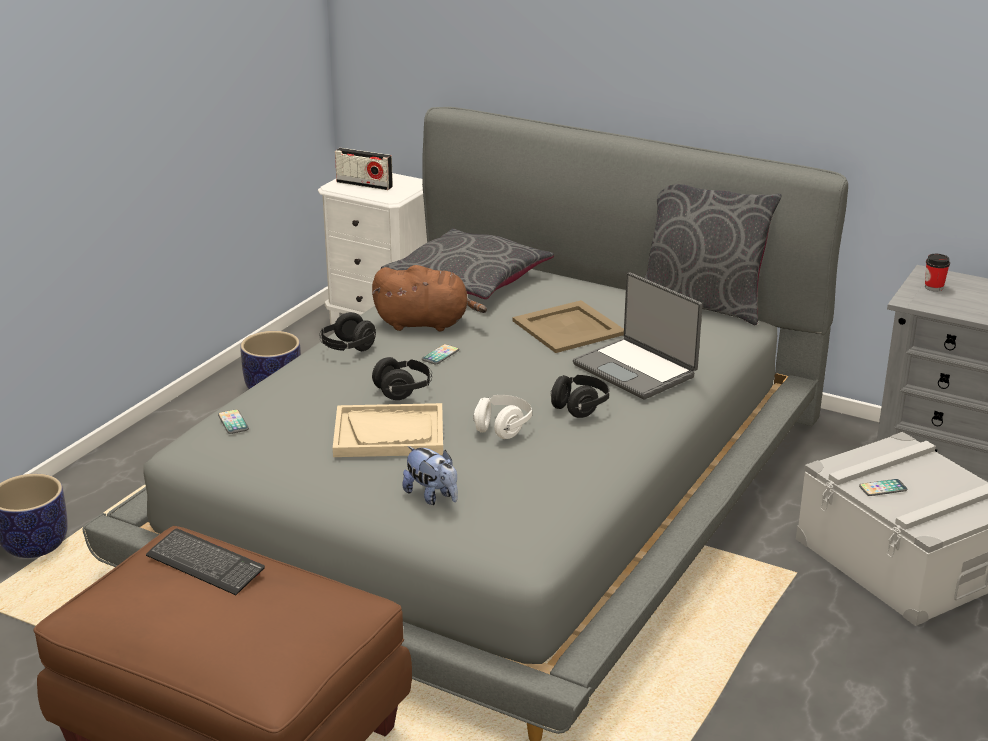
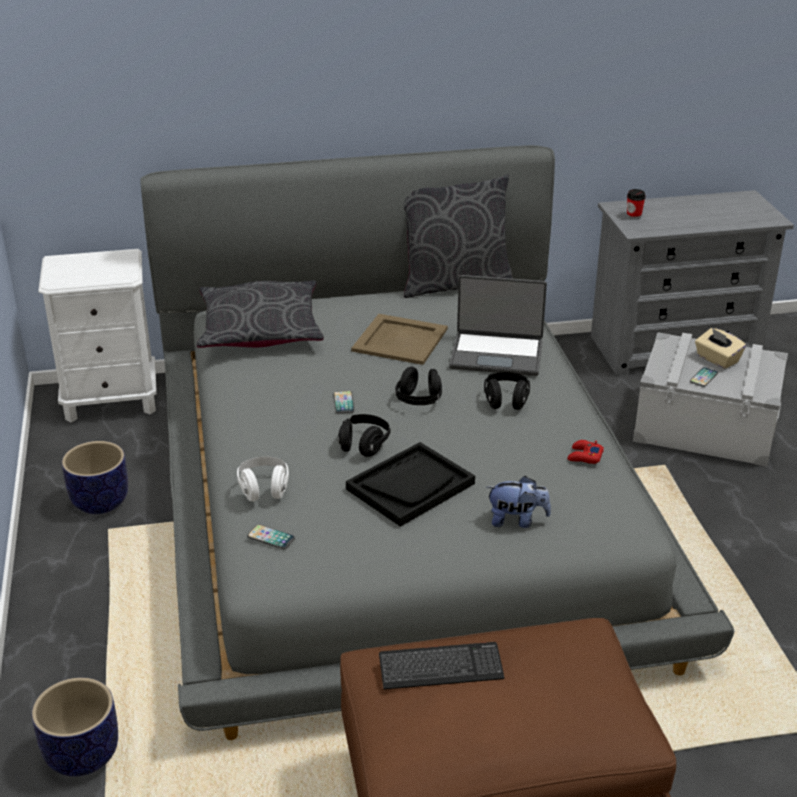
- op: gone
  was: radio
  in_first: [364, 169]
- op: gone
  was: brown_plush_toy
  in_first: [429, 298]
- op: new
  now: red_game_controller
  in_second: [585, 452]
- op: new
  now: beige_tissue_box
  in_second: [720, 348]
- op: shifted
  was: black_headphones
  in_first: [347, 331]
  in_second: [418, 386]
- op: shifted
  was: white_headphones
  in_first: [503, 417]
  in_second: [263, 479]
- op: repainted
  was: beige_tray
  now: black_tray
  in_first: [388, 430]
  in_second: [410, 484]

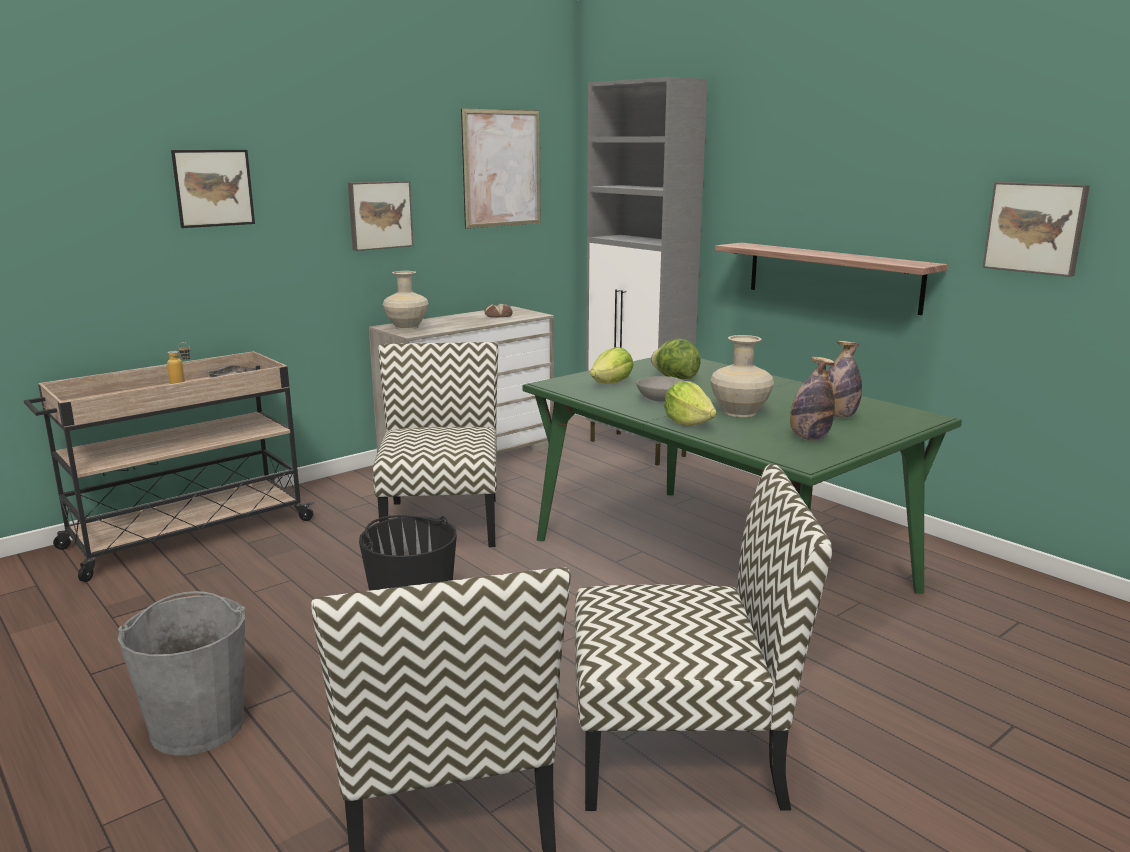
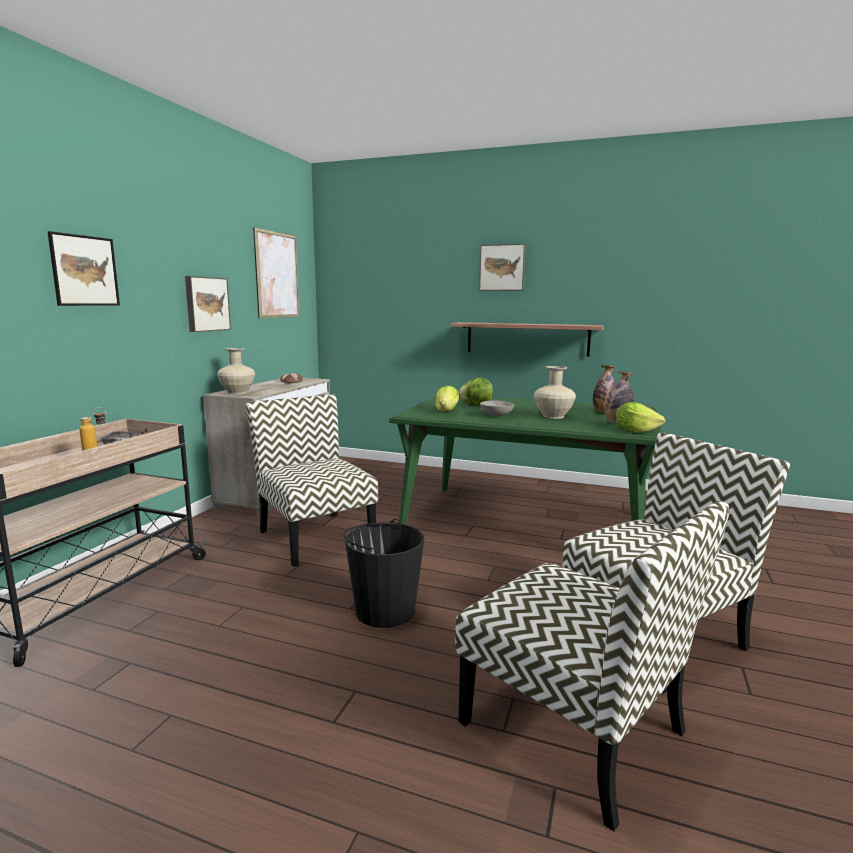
- op: gone
  was: grey_bucket
  in_first: [181, 673]
- op: gone
  was: grey_cabinet
  in_first: [647, 271]
- op: shifted
  was: lettuce
  in_first: [690, 403]
  in_second: [640, 417]
- op: shifted
  was: picture
  in_first: [1036, 229]
  in_second: [502, 267]

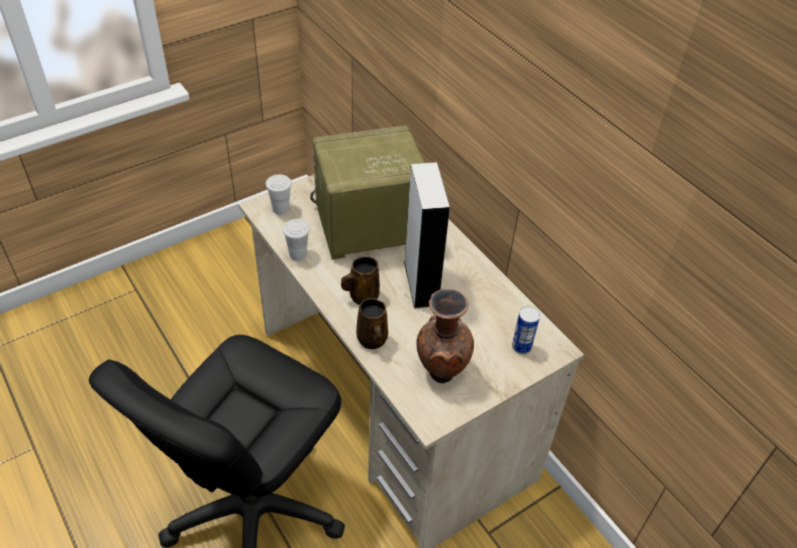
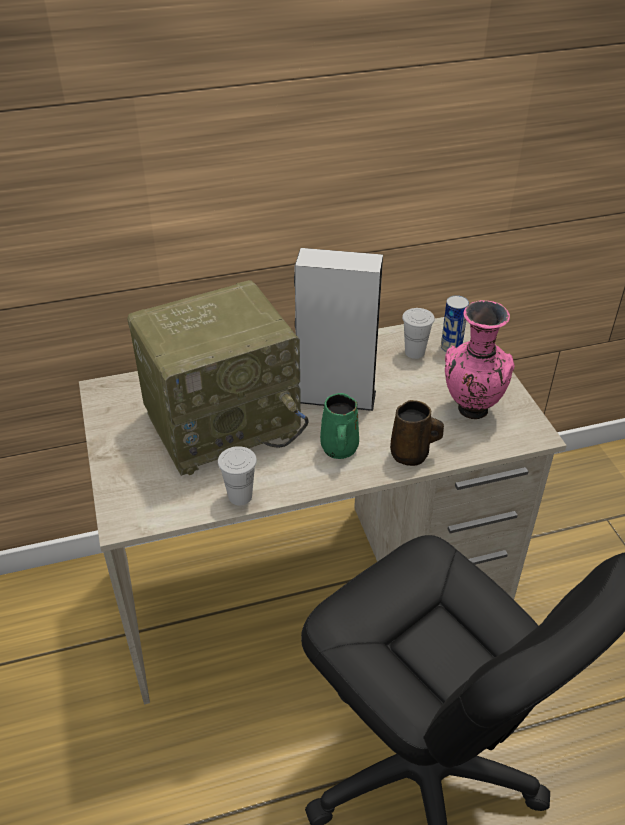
- op: shifted
  was: white_cup
  in_first: [279, 194]
  in_second: [418, 333]
- op: repainted
  was: brown_mug
  now: green_mug
  in_first: [360, 280]
  in_second: [339, 426]
- op: repainted
  was: brown_vase
  now: pink_vase
  in_first: [445, 336]
  in_second: [480, 359]
- op: rotated
  was: radio
  in_first: [367, 192]
  in_second: [218, 378]
  clockwise: -120

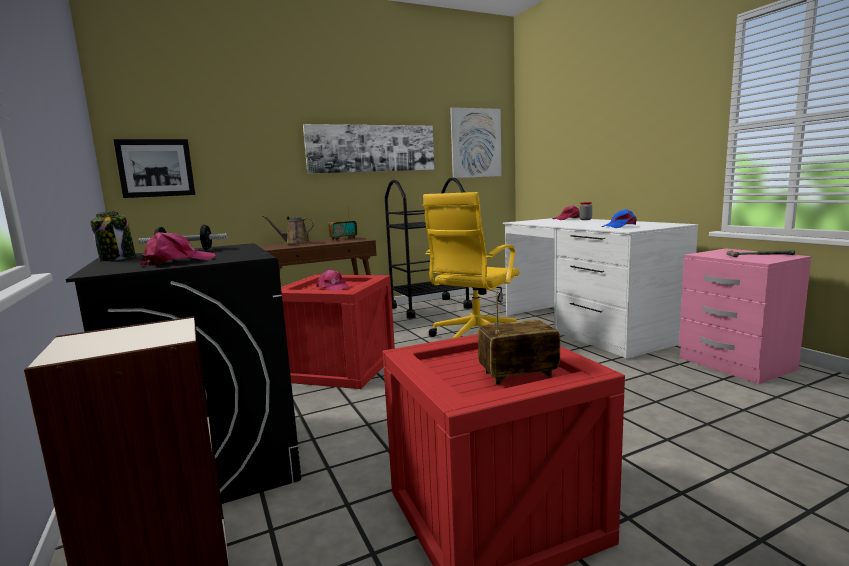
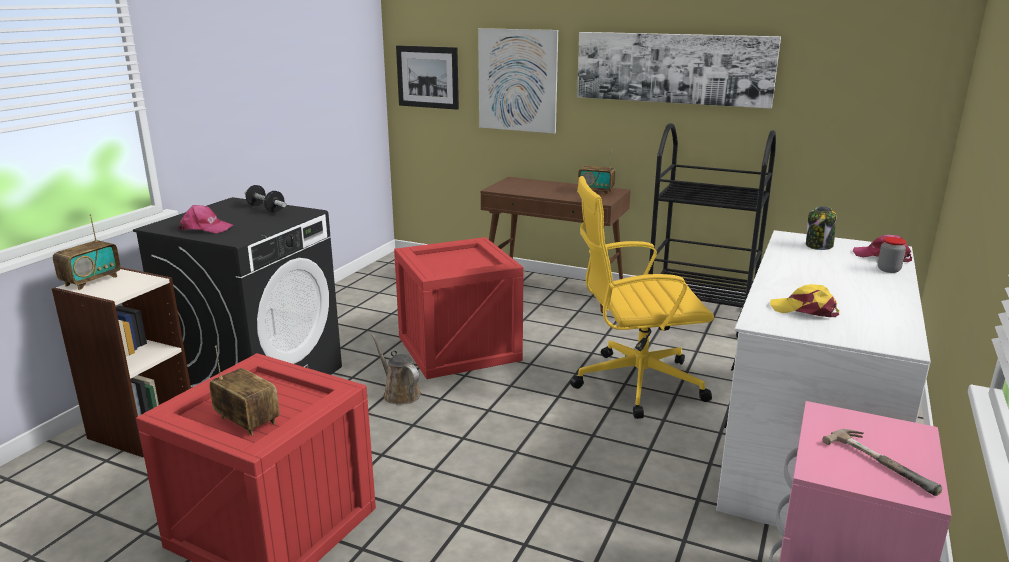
- op: gone
  was: pink_cap
  in_first: [333, 280]
- op: new
  now: radio
  in_second: [87, 252]
- op: shifted
  was: jar
  in_first: [113, 236]
  in_second: [821, 228]
- op: shifted
  was: brown_watering_can
  in_first: [288, 230]
  in_second: [396, 369]
- op: shifted
  was: picture
  in_first: [476, 142]
  in_second: [518, 80]
- op: repainted
  was: blue_cap
  now: yellow_cap
  in_first: [619, 218]
  in_second: [804, 300]

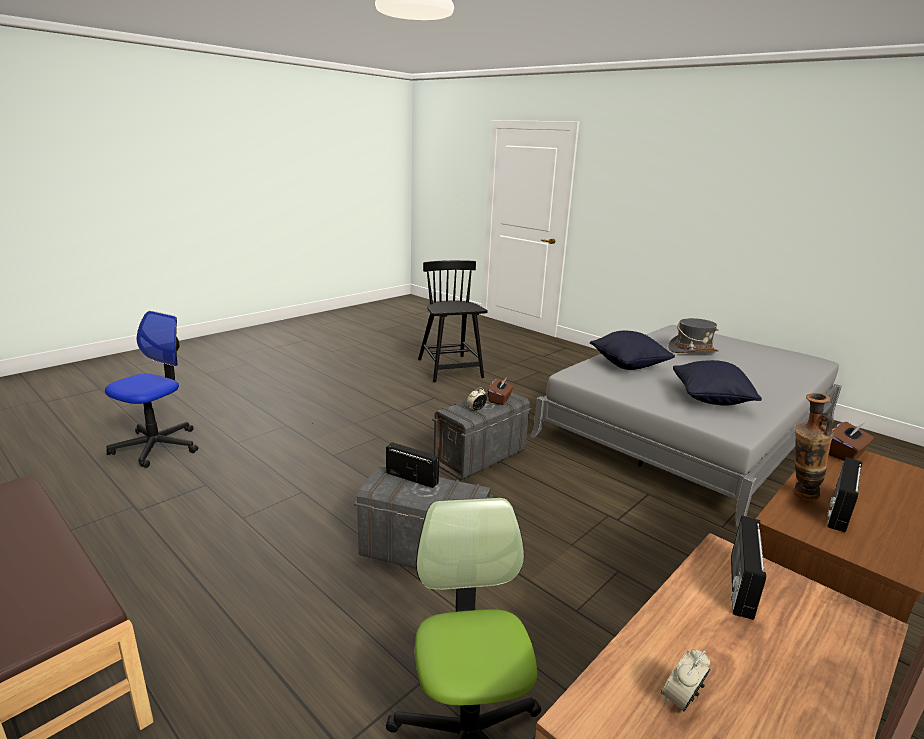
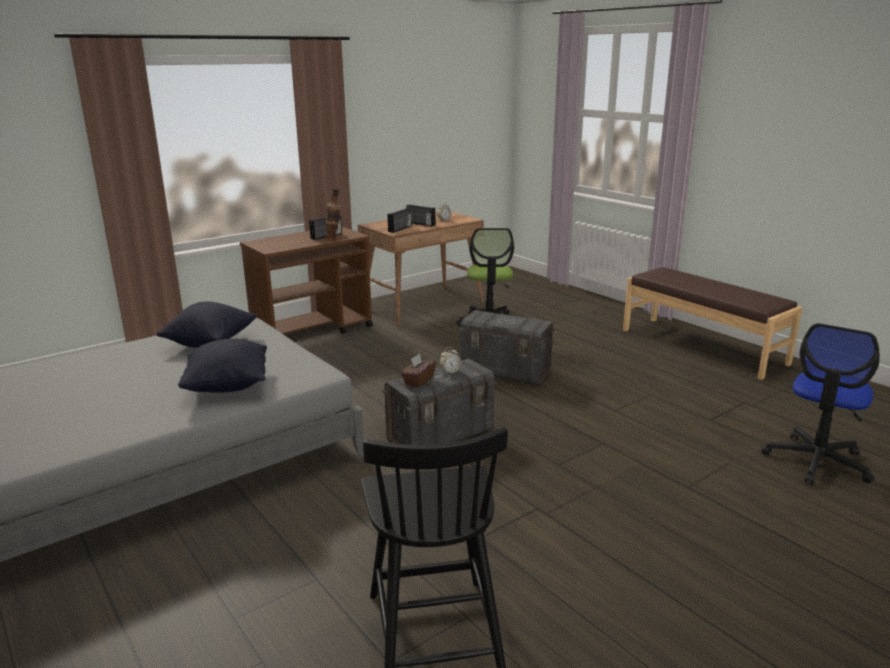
- op: gone
  was: grey_hat
  in_first: [693, 335]
- op: gone
  was: brown_tissue_box
  in_first: [851, 441]
- op: shifted
  was: radio
  in_first: [412, 465]
  in_second: [420, 215]

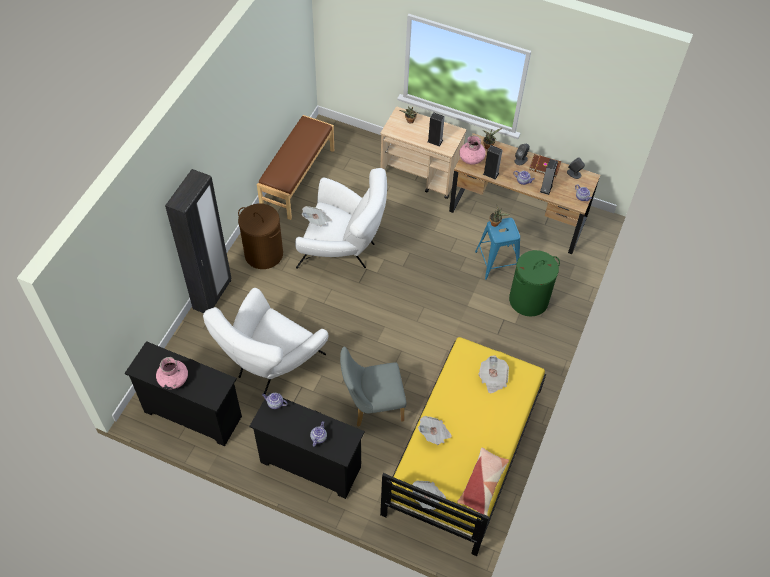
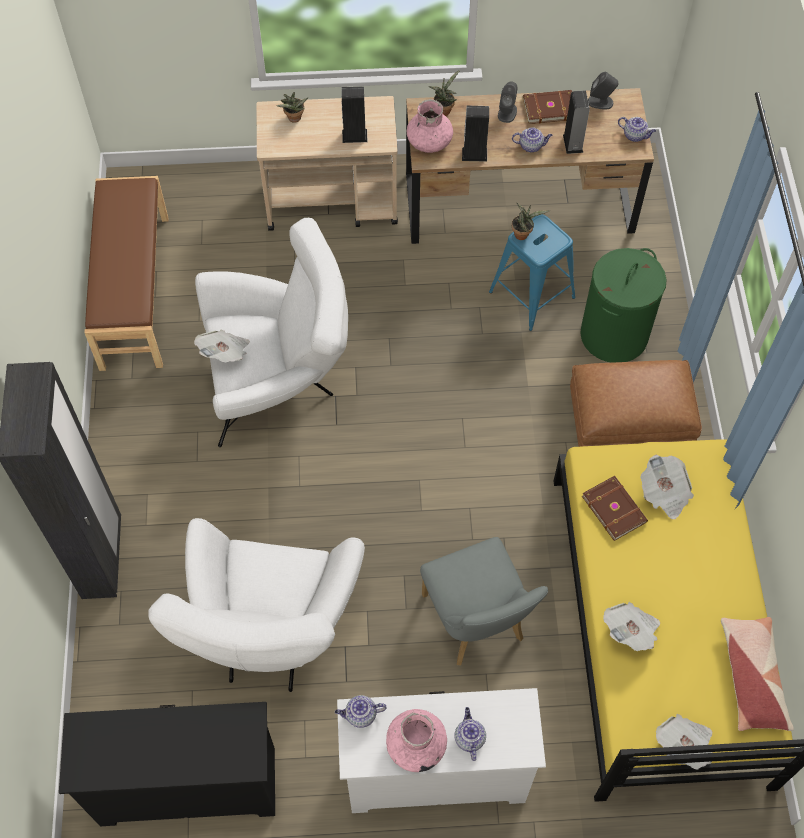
- op: gone
  was: brown_laundry_basket
  in_first: [260, 236]
- op: new
  now: brown_ottoman
  in_second: [636, 403]
- op: new
  now: brown_book
  in_second: [615, 508]
- op: shifted
  was: pink_vase
  in_first: [172, 373]
  in_second: [416, 740]
- op: repainted
  was: black_dresser
  now: white_dresser
  in_first: [307, 445]
  in_second: [441, 750]
- op: rotated
  was: grey_chair
  in_first: [373, 387]
  in_second: [484, 601]
  clockwise: -75

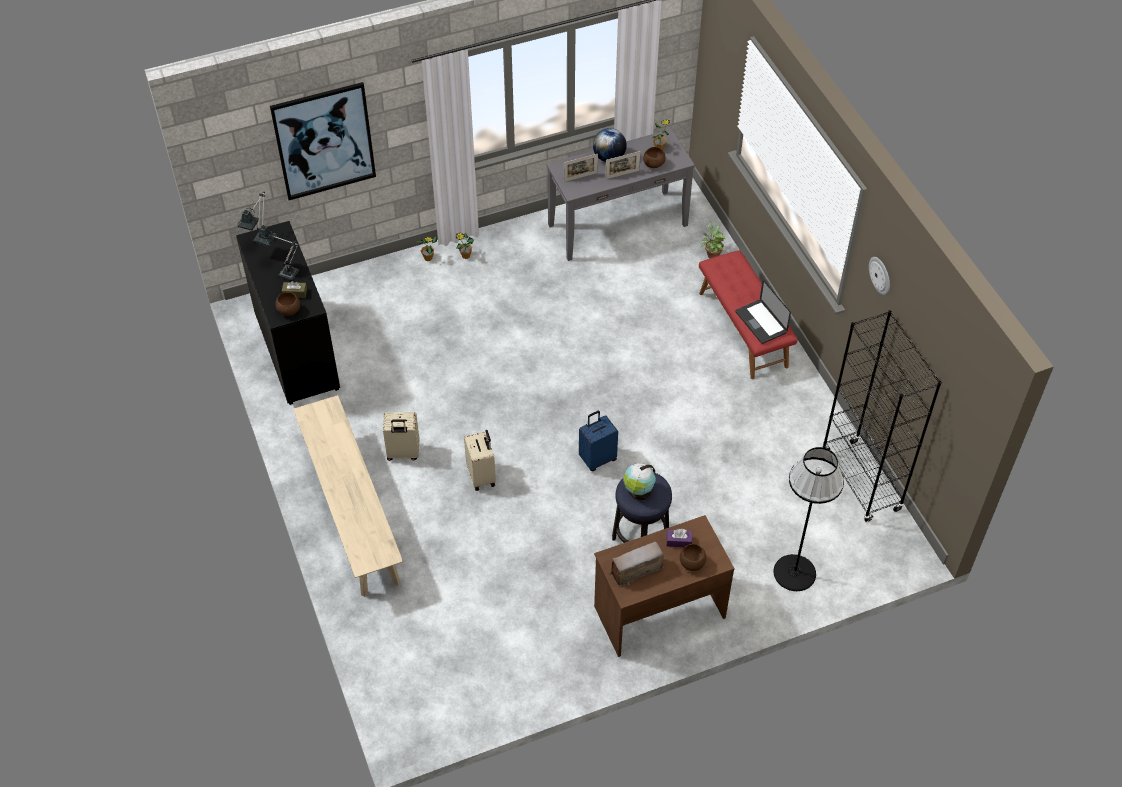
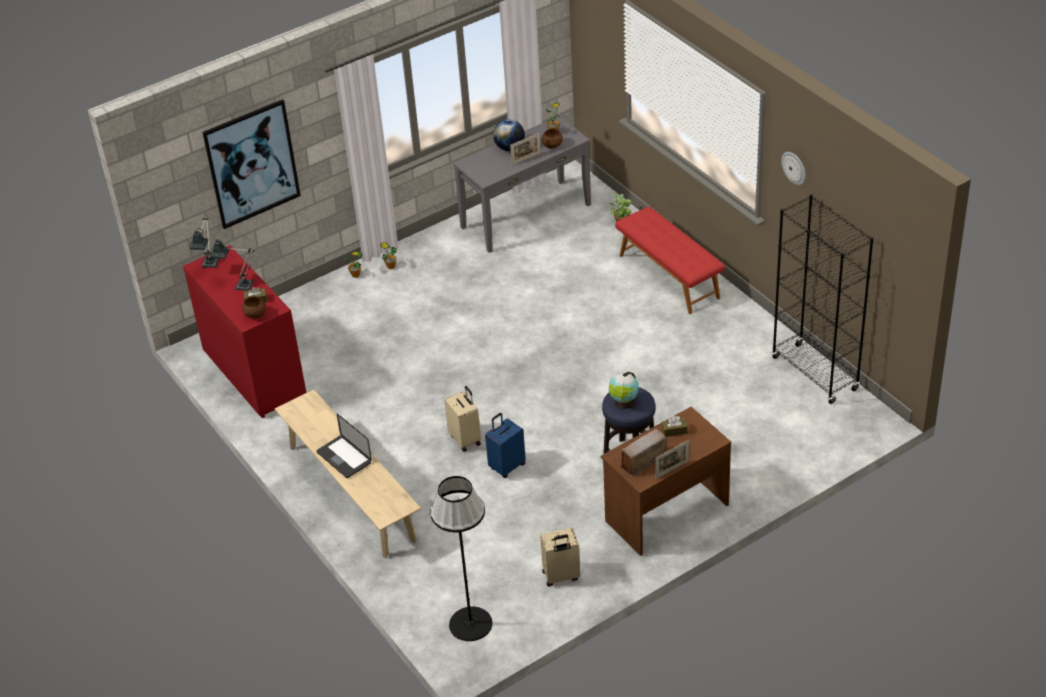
- op: gone
  was: brown_bowl
  in_first: [693, 557]
- op: shifted
  was: beige_suitcase
  in_first: [401, 436]
  in_second: [560, 557]
- op: shifted
  was: picture_frame
  in_first: [581, 168]
  in_second: [672, 459]
- op: shifted
  was: blue_suitcase
  in_first: [598, 440]
  in_second: [505, 445]
- op: shifted
  was: laptop
  in_first: [763, 312]
  in_second: [344, 446]
- op: shifted
  was: black_floor_lamp
  in_first: [809, 519]
  in_second: [461, 558]
- op: repainted
  was: black_dresser
  now: red_dresser
  in_first: [288, 313]
  in_second: [244, 331]
- op: repainted
  was: purple_tissue_box
  now: brown_tissue_box
  in_first: [679, 538]
  in_second: [674, 426]

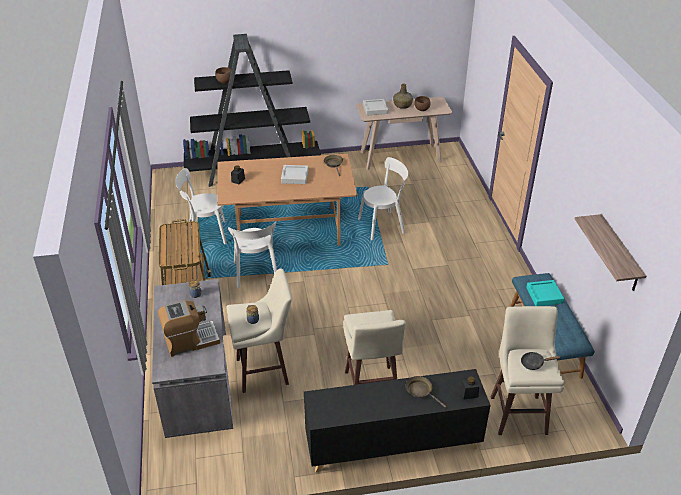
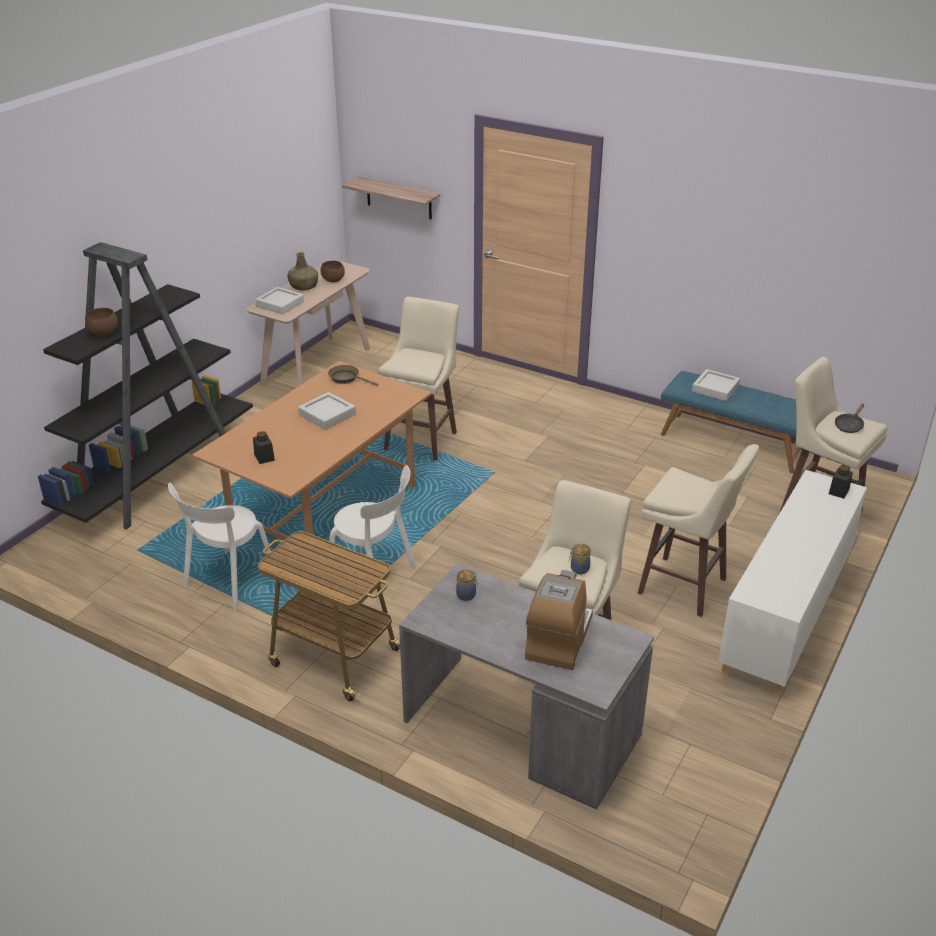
- op: gone
  was: brown_frying_pan
  in_first: [426, 392]
- op: shifted
  was: shelf
  in_first: [610, 252]
  in_second: [391, 197]
- op: swapped
  was: white_chair
  now: beige_stool
  in_first: [383, 198]
  in_second: [418, 379]
- op: repainted
  was: black_cabinet
  now: white_cabinet
  in_first: [397, 421]
  in_second: [792, 584]
- op: repainted
  was: turquoise_tray
  now: grey_tray
  in_first: [545, 293]
  in_second: [716, 385]

